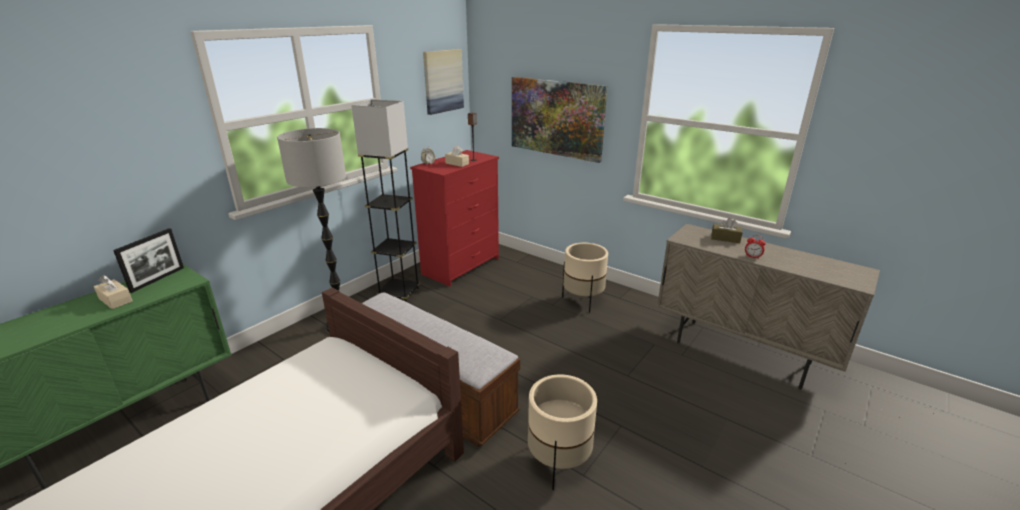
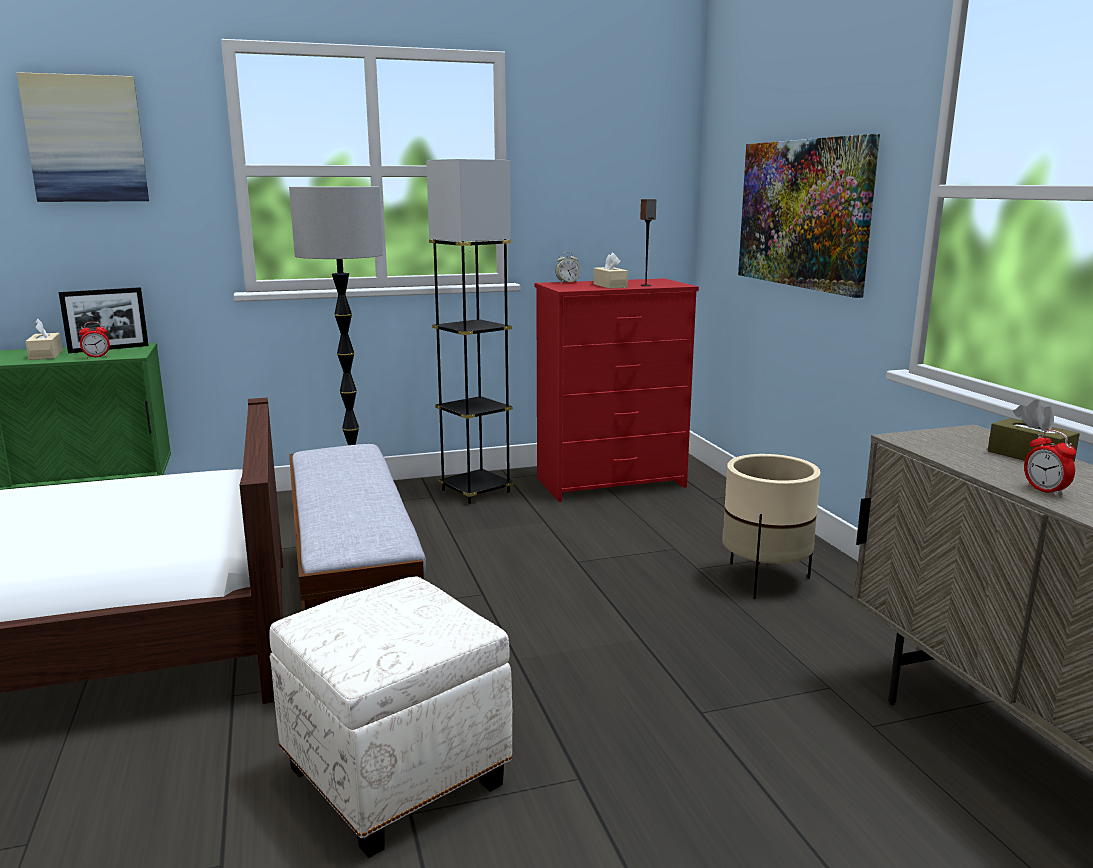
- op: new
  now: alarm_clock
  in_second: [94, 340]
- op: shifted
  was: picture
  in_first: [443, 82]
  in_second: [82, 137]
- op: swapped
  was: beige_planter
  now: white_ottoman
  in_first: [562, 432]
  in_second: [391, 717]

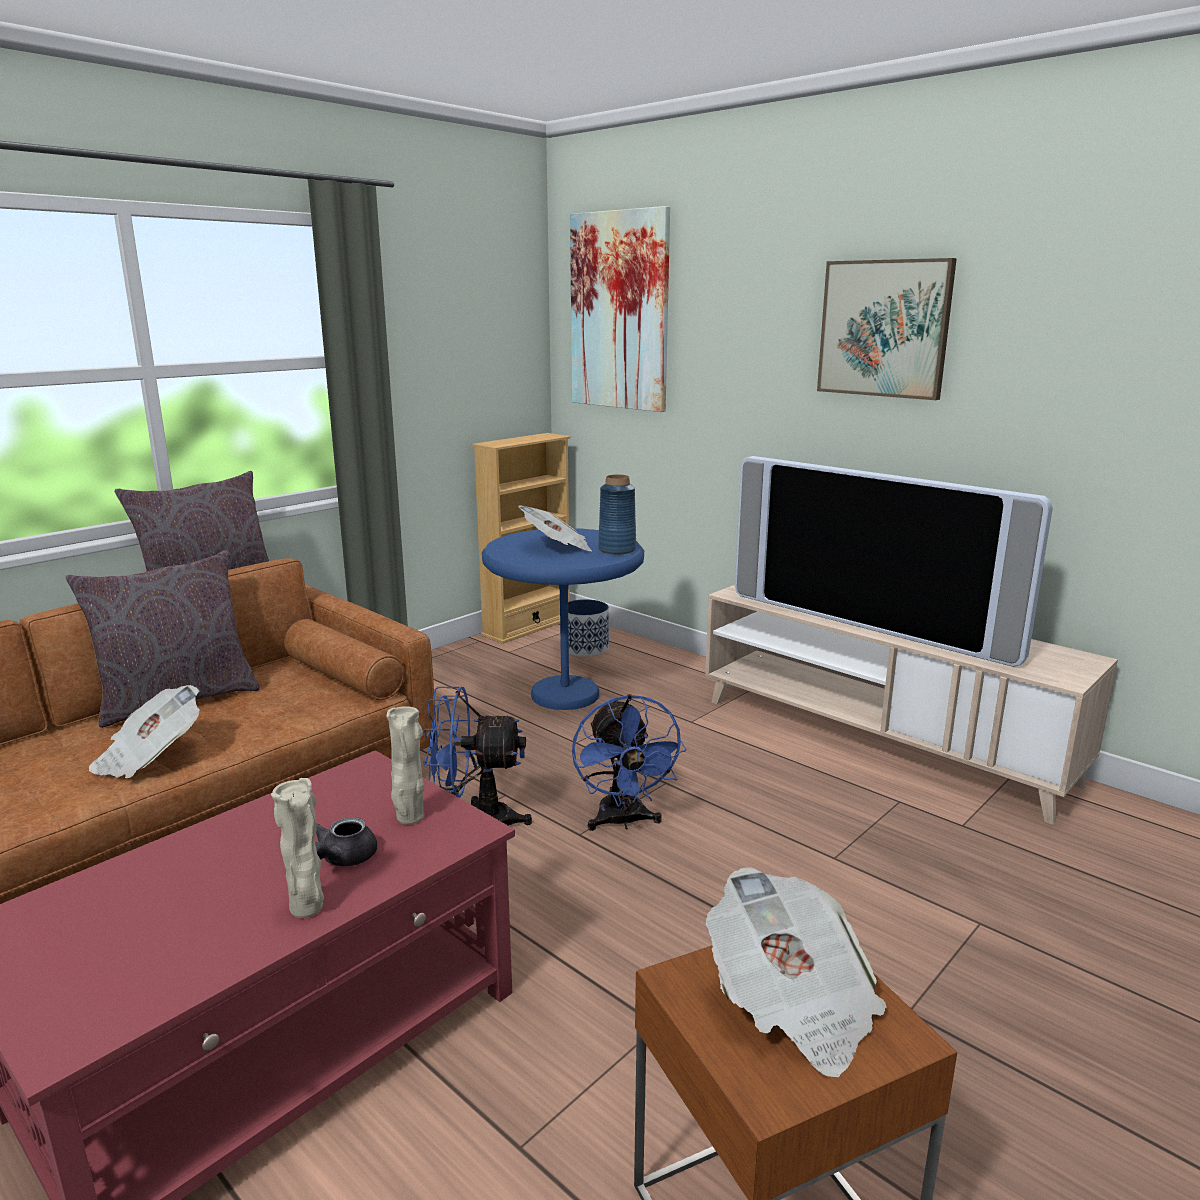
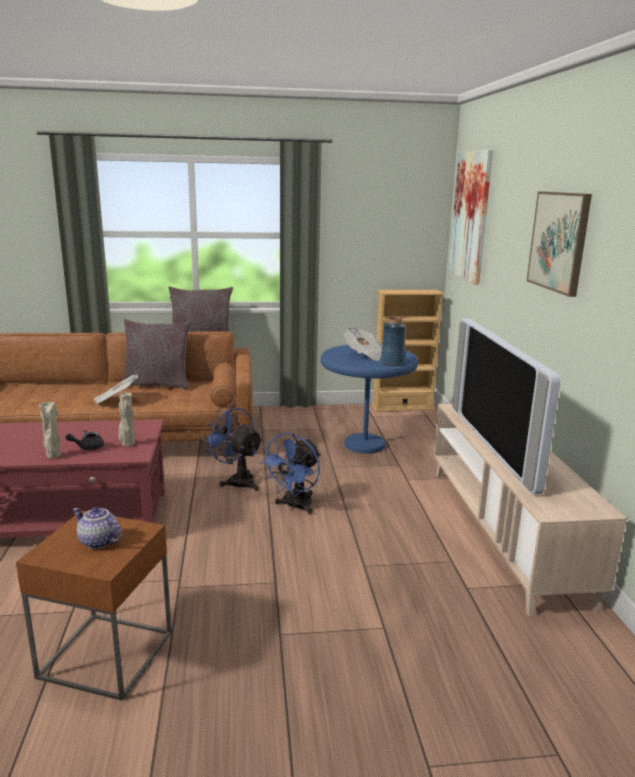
- op: gone
  was: planter
  in_first: [588, 627]
- op: swapped
  was: newspaper
  now: teapot
  in_first: [796, 972]
  in_second: [97, 528]

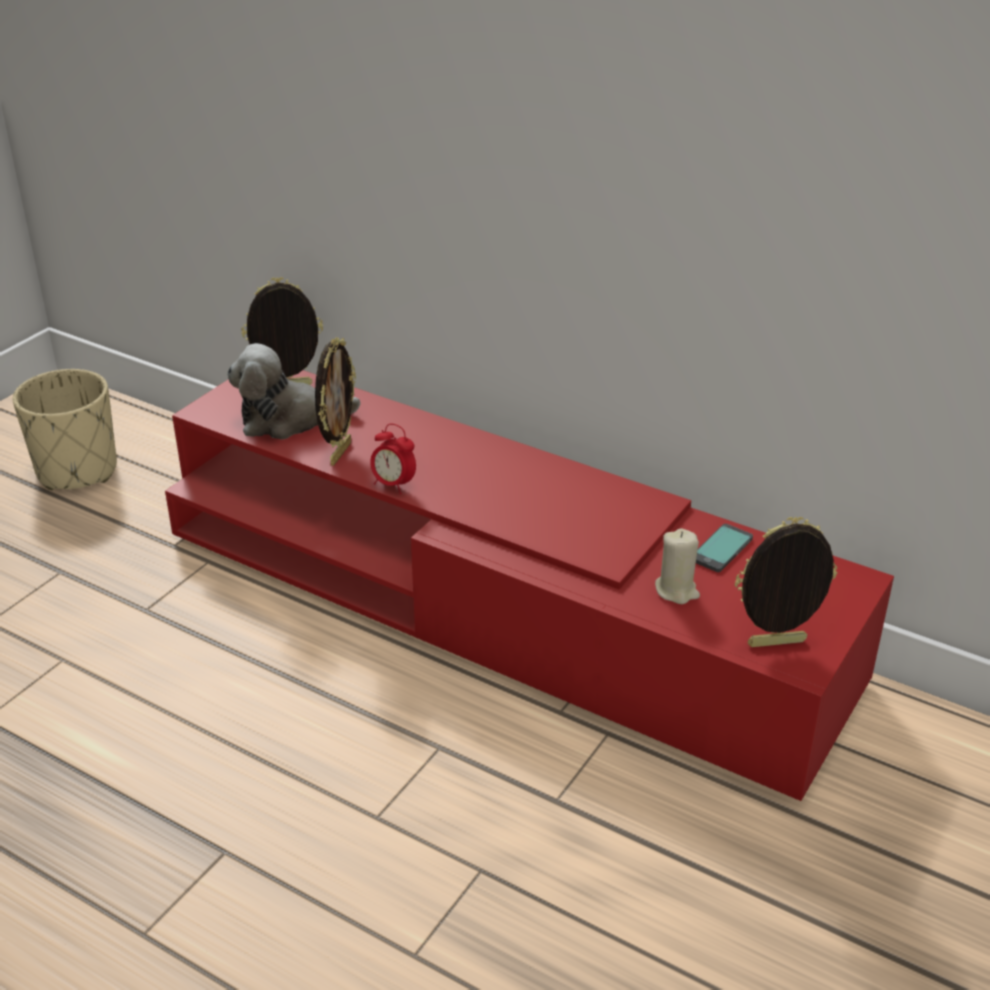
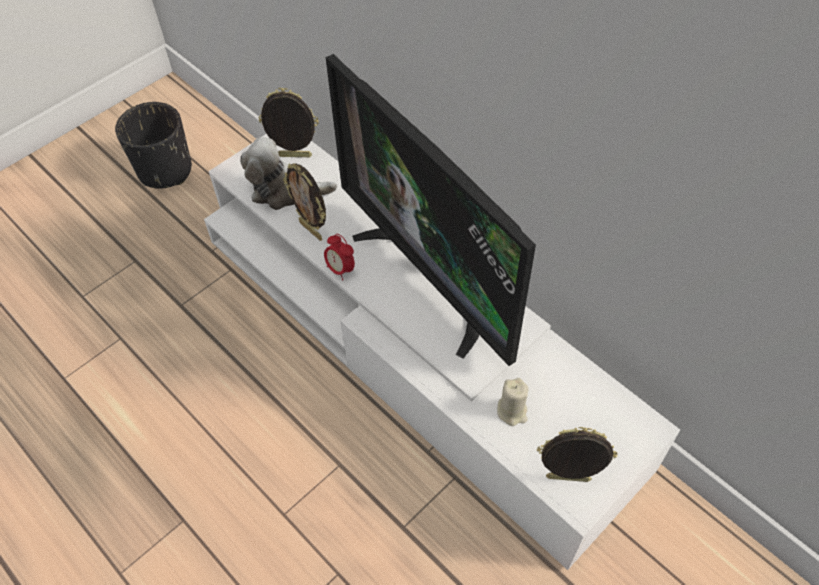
- op: gone
  was: phone
  in_first: [724, 548]
- op: new
  now: television
  in_second: [431, 210]
- op: repainted
  was: beige_planter
  now: black_planter
  in_first: [65, 429]
  in_second: [153, 145]
- op: repainted
  was: red_tv_stand
  now: white_tv_stand
  in_first: [529, 585]
  in_second: [442, 352]
- op: rotated
  was: picture_frame
  in_first: [335, 401]
  in_second: [304, 202]
  clockwise: 105

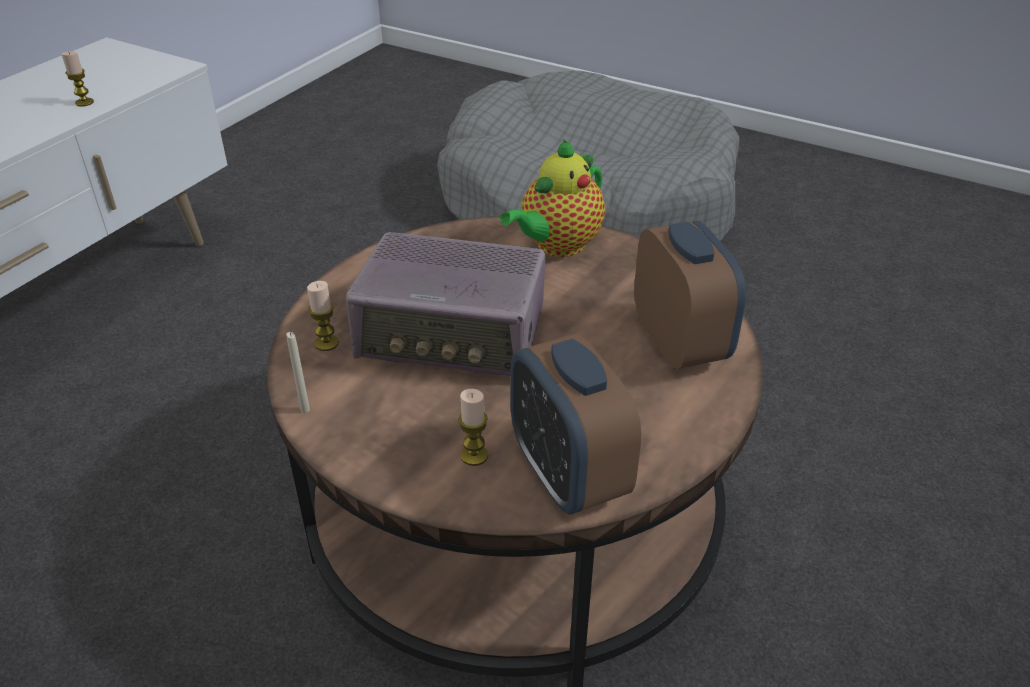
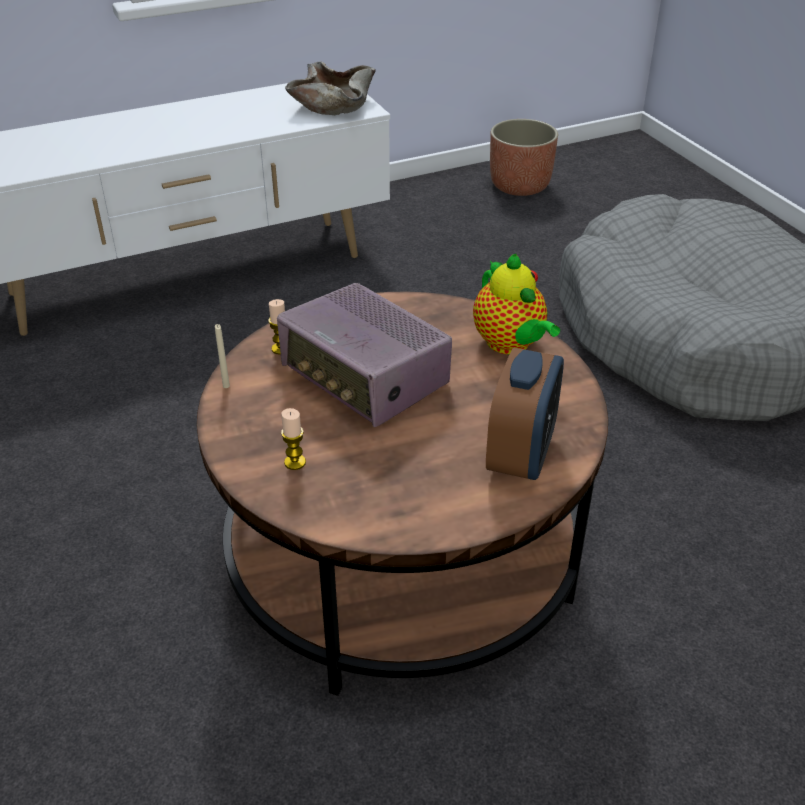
- op: gone
  was: candle
  in_first: [77, 79]
- op: gone
  was: alarm_clock
  in_first: [575, 424]
- op: new
  now: beige_bowl
  in_second: [330, 88]
- op: new
  now: planter
  in_second: [524, 157]
- op: rotated
  was: teapot
  in_first: [552, 198]
  in_second: [516, 304]
  clockwise: -105

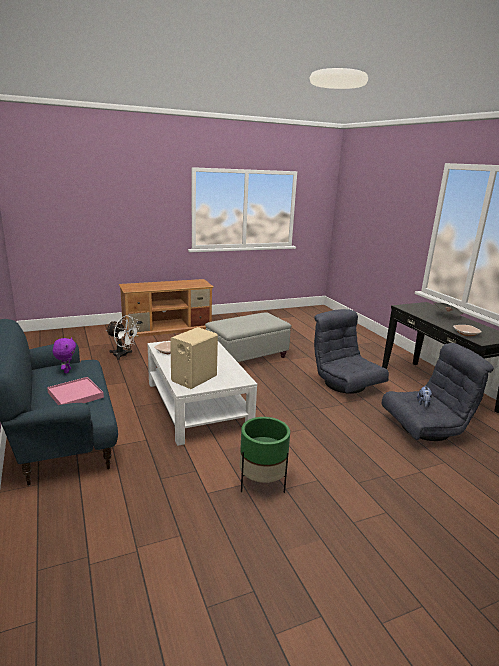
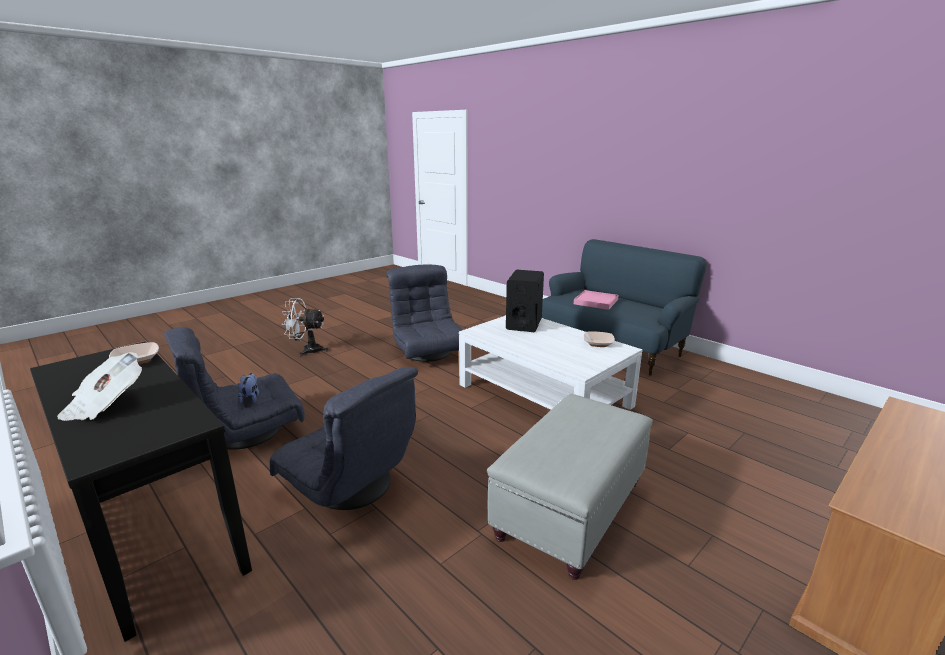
- op: gone
  was: purple_plush_toy
  in_first: [64, 355]
- op: shifted
  was: white_fan
  in_first: [123, 337]
  in_second: [305, 327]
- op: swapped
  was: green_planter
  now: grey_armchair
  in_first: [264, 455]
  in_second: [425, 313]
- op: repainted
  was: beige_speaker
  now: black_speaker
  in_first: [194, 358]
  in_second: [525, 301]

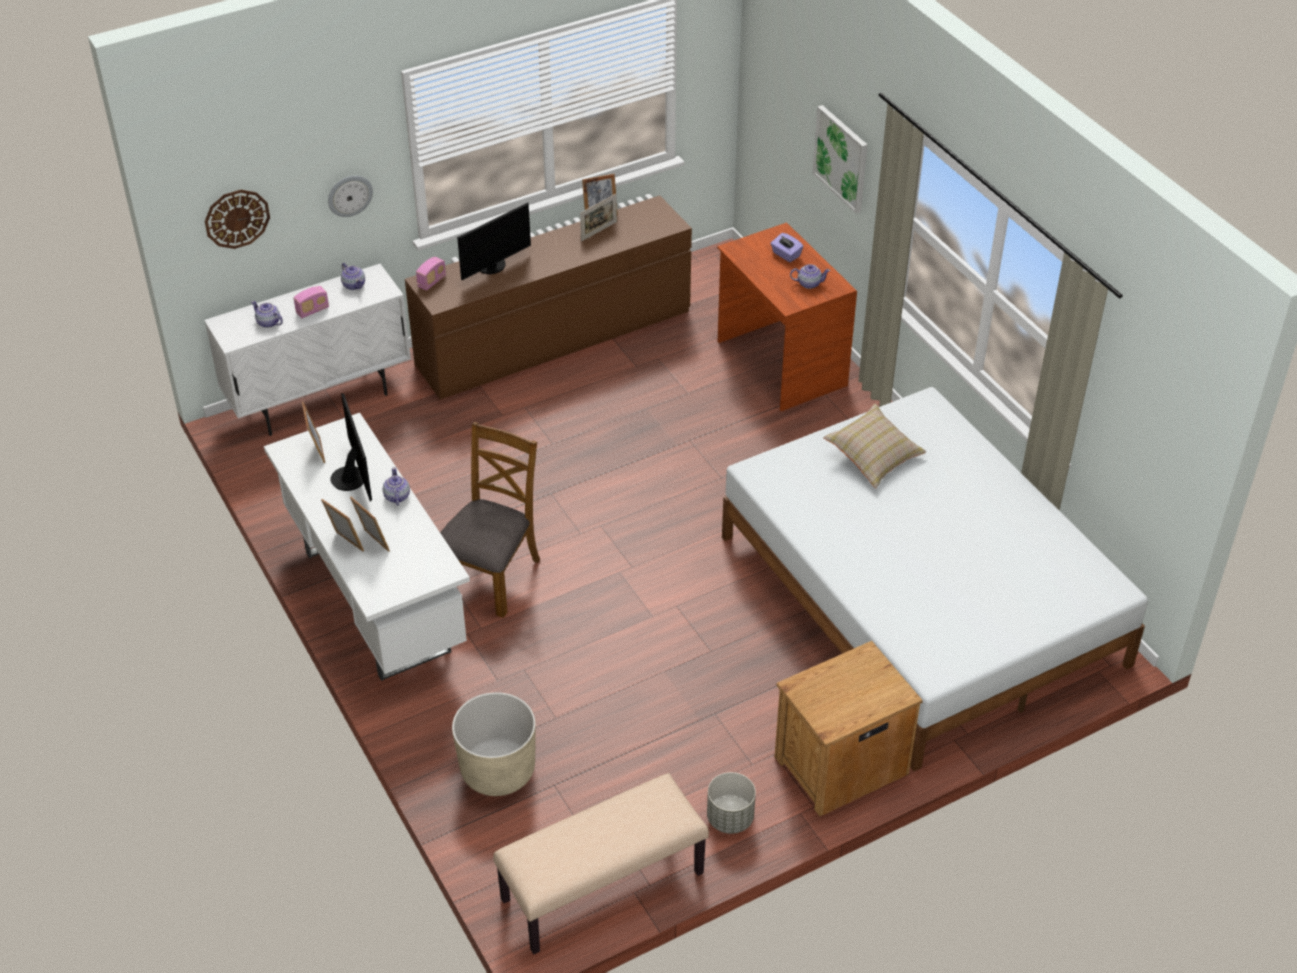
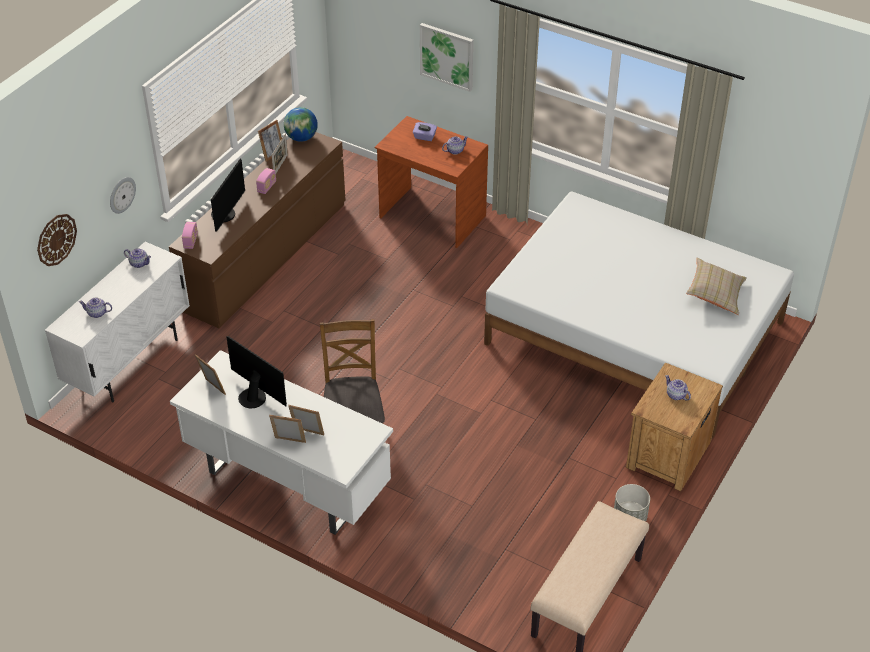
- op: gone
  was: beige_planter
  in_first: [494, 744]
- op: new
  now: globe
  in_second: [301, 124]
- op: shifted
  was: radio
  in_first: [311, 302]
  in_second: [266, 181]
- op: shifted
  was: teapot
  in_first: [396, 486]
  in_second: [678, 388]
- op: shifted
  was: beige_pillow
  in_first: [874, 446]
  in_second: [716, 286]

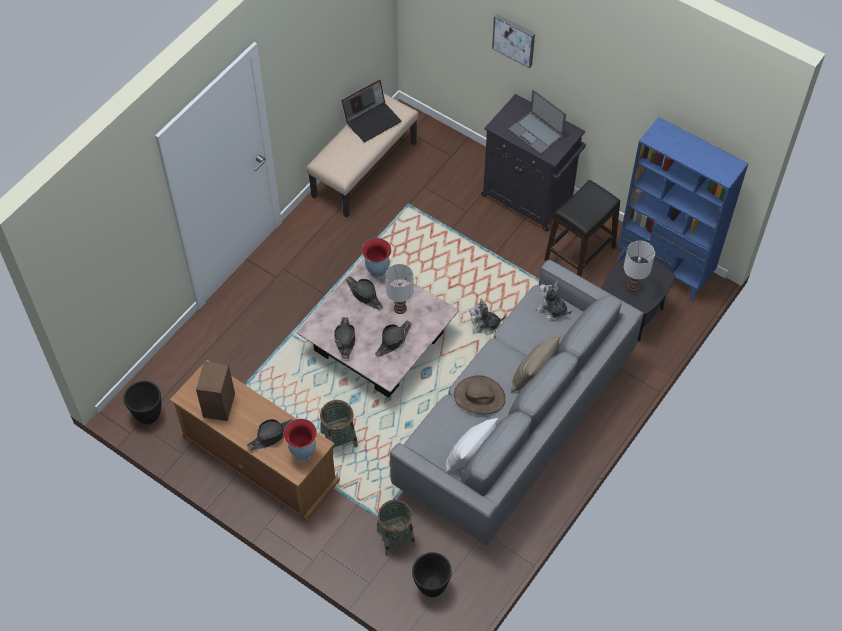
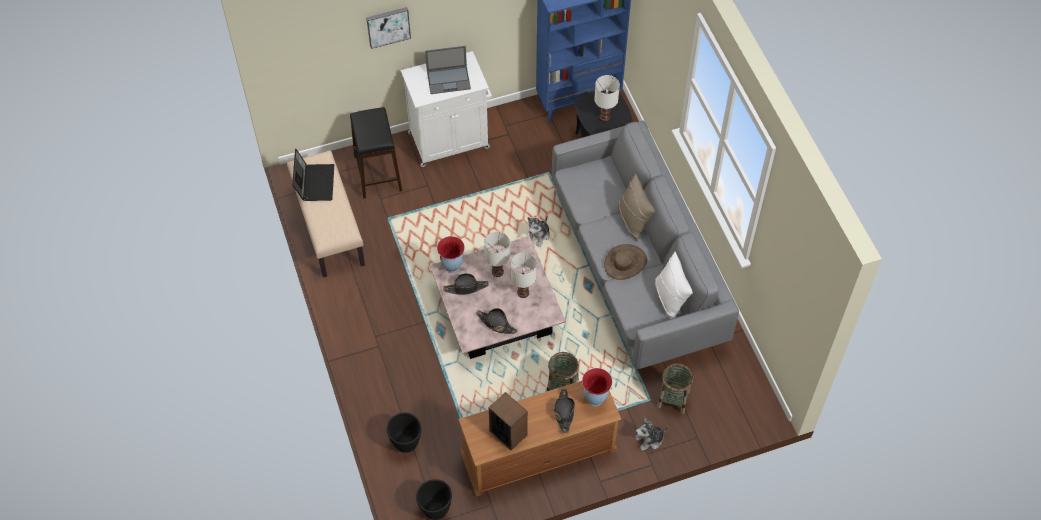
- op: shifted
  was: black_planter
  in_first: [432, 574]
  in_second: [404, 432]
- op: shifted
  was: plush_toy
  in_first: [554, 300]
  in_second: [652, 434]
- op: shifted
  was: black_stool
  in_first: [582, 228]
  in_second: [376, 152]
- op: swapped
  was: black_hat
  now: white_table_lamp
  in_first: [393, 339]
  in_second: [523, 275]
- op: repainted
  was: black_cabinet
  now: white_cabinet
  in_first: [533, 162]
  in_second: [446, 109]

